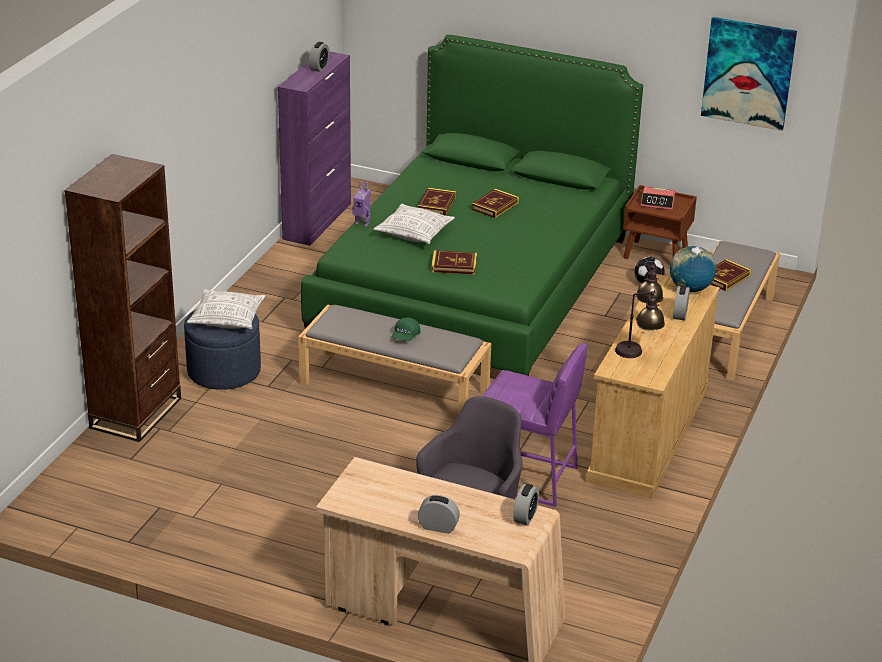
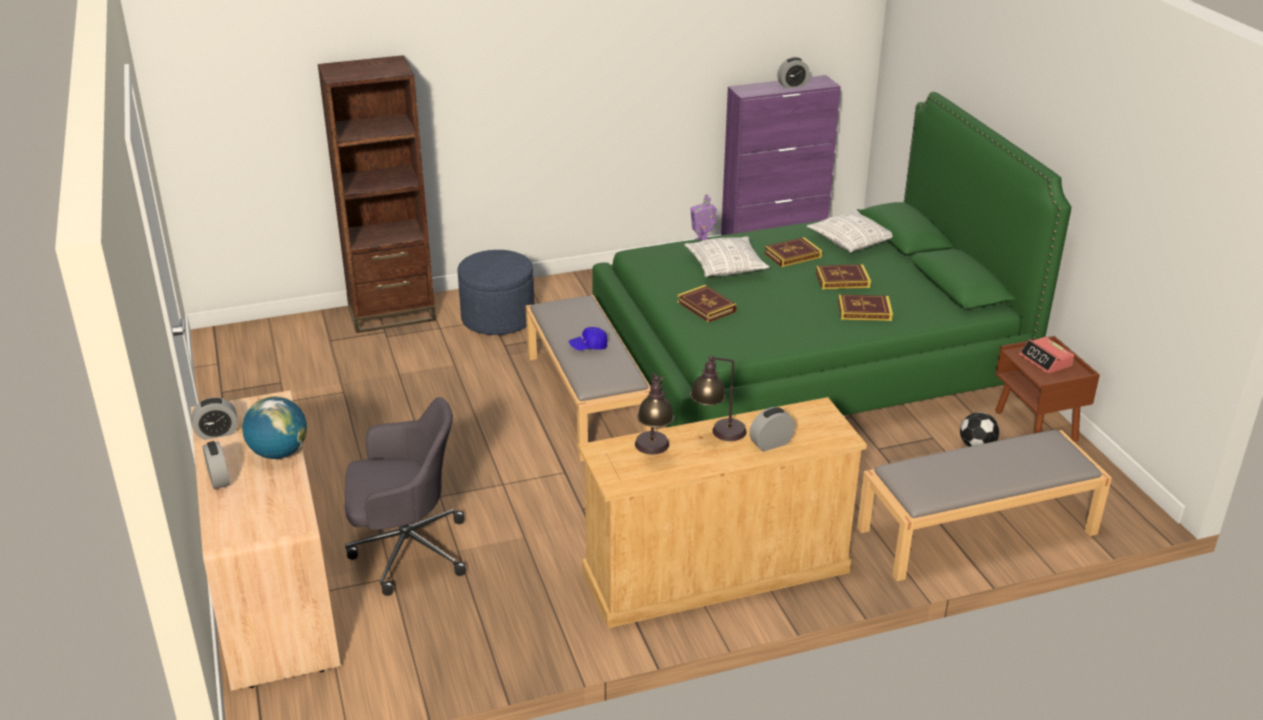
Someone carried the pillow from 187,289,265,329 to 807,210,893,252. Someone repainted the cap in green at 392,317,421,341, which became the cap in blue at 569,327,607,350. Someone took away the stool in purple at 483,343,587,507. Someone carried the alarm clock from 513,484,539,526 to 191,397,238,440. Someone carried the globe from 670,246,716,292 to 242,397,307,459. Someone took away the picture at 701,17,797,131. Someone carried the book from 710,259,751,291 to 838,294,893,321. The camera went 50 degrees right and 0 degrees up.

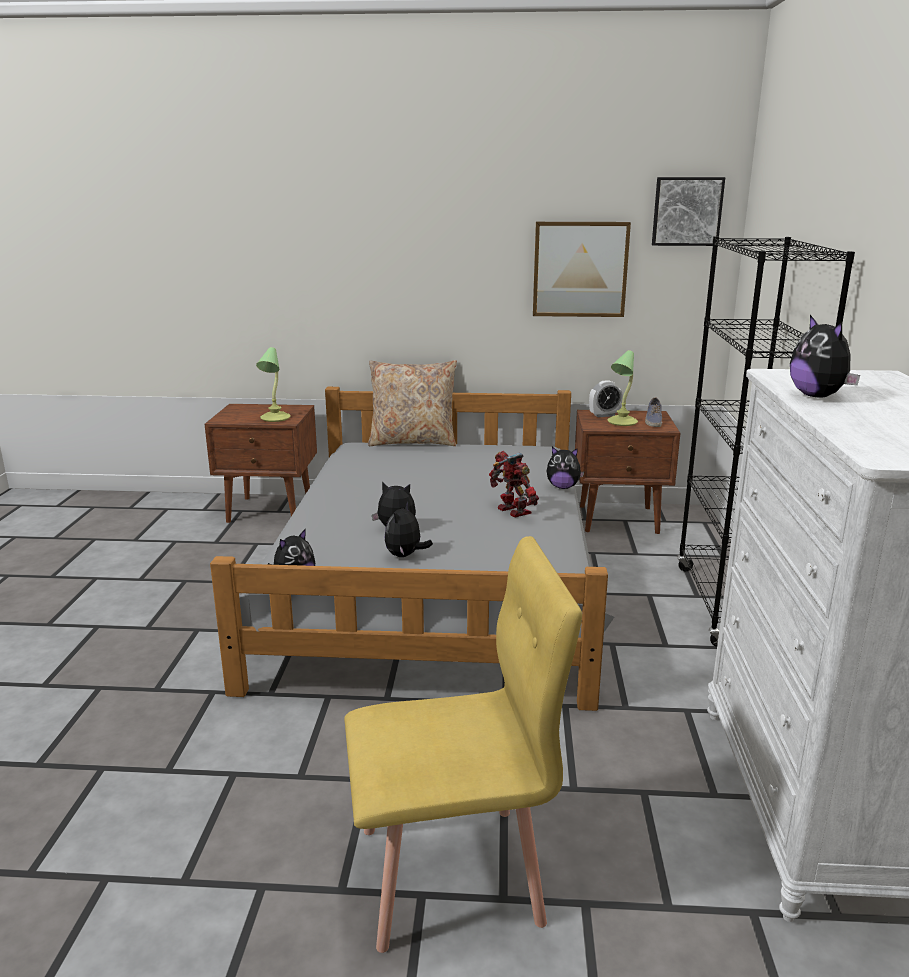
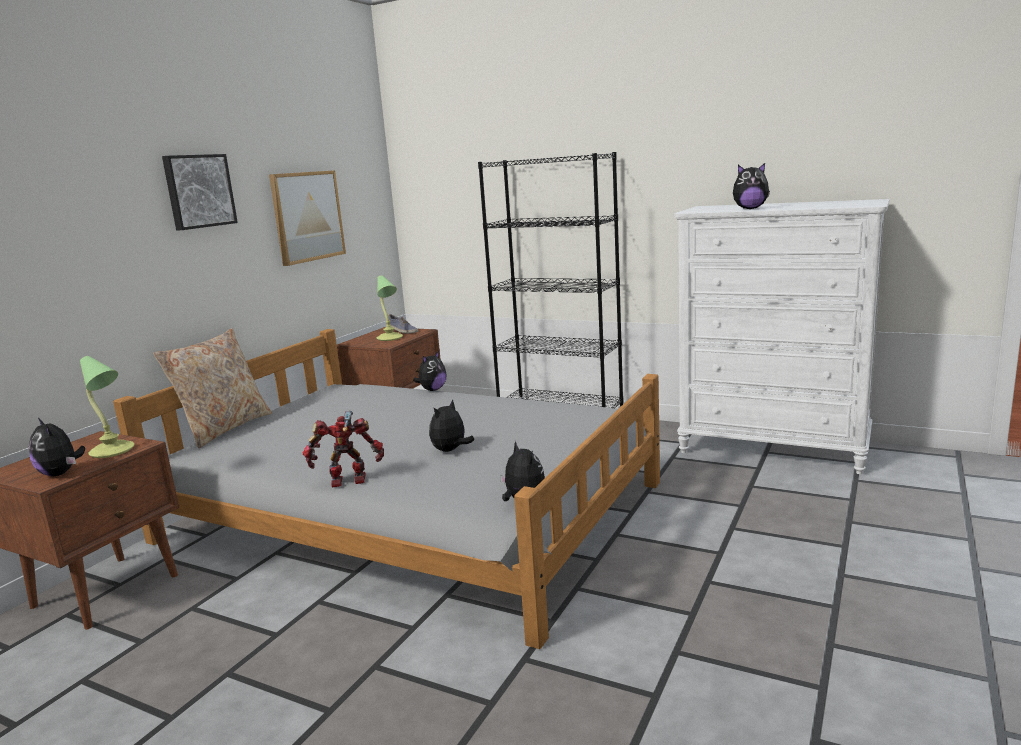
Someone took away the chair in yellow at 344,536,582,953. Someone carried the plush toy from 385,501,433,557 to 29,418,85,476. Someone carried the toy robot from 489,451,539,517 to 303,411,384,488. Someone took away the alarm clock at 589,380,623,417. Someone carried the picture from 652,177,725,246 to 162,154,238,230. The camera went 65 degrees left and 5 degrees down.

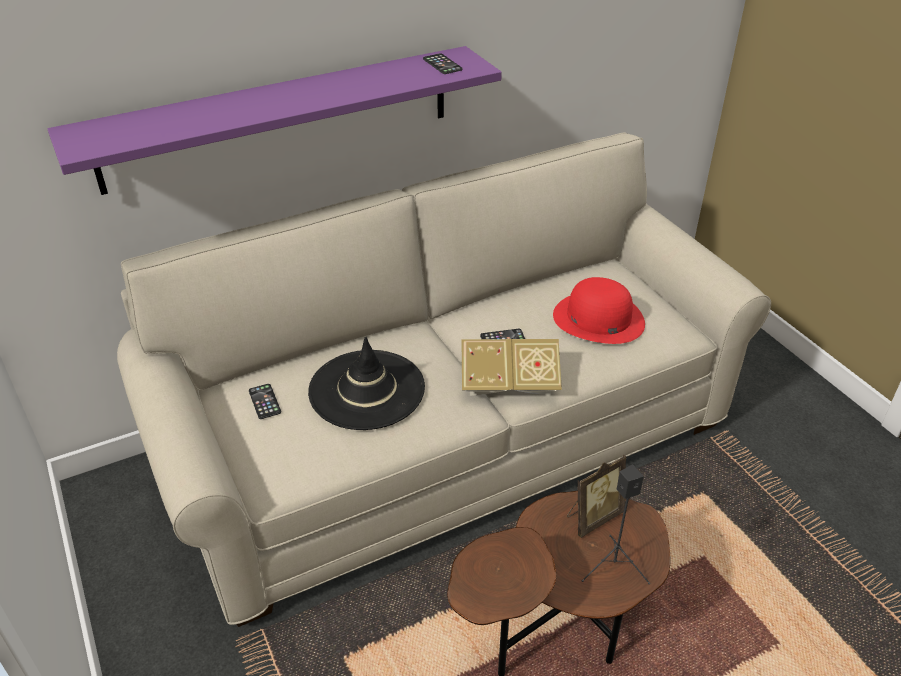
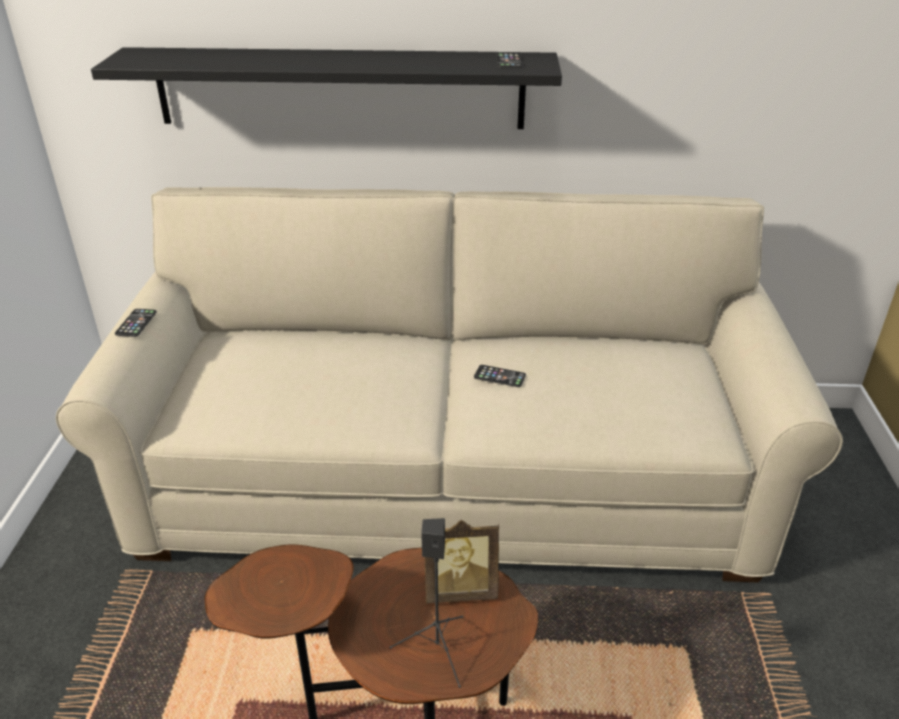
Someone repainted the shelf in purple at 48,46,502,195, which became the shelf in black at 91,47,562,129. Someone carried the phone from 249,384,281,419 to 115,309,157,337. Someone took away the hat in black at 308,337,425,430. Someone took away the book at 461,339,562,396. Someone took away the hat in red at 553,277,645,344. The camera went 30 degrees right and 5 degrees down.

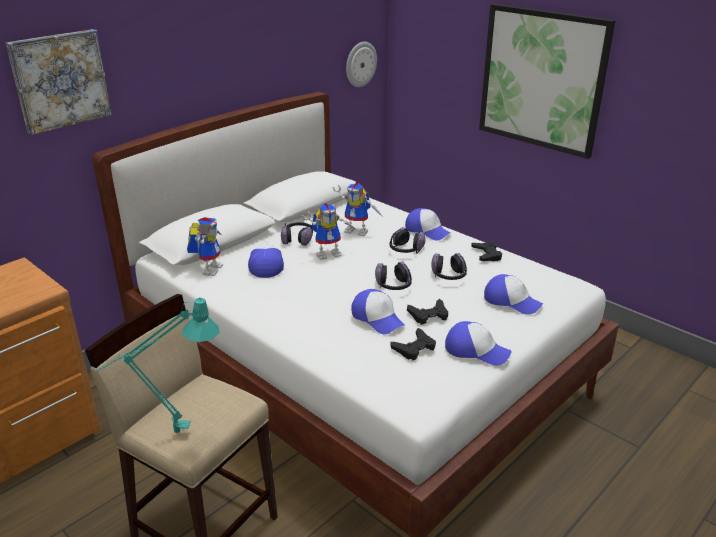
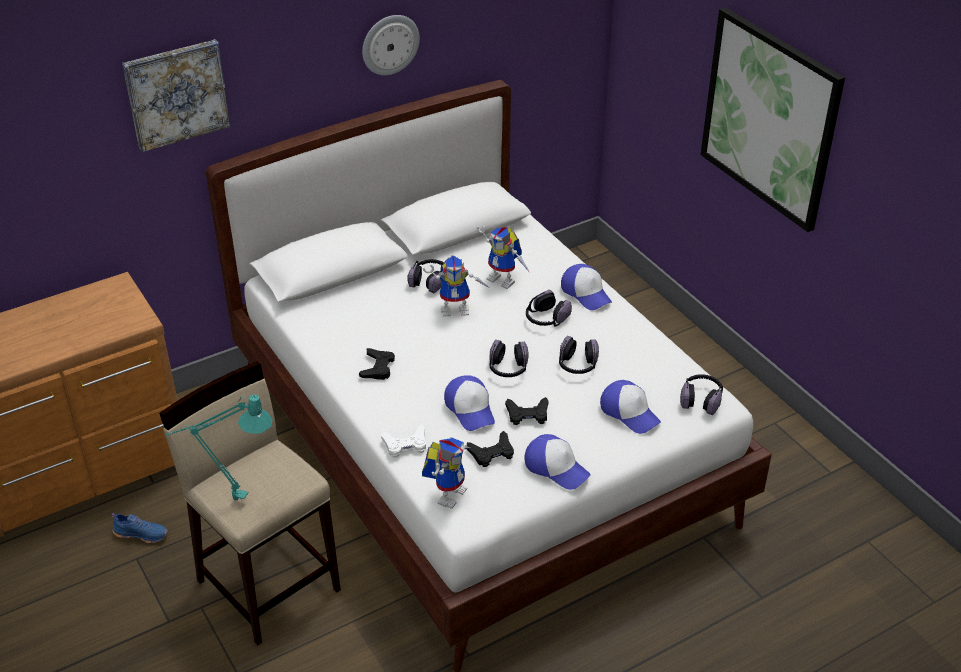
Someone carried the toy robot from 187,217,224,276 to 422,437,470,509. Someone took away the cap at 248,242,284,278. Someone carried the wall clock from 346,42,377,87 to 362,15,420,75. Someone carried the game controller in black from 471,242,502,261 to 359,348,395,380. Someone put down the shoe in blue at 111,513,168,543. Someone put down the game controller in white at 381,425,426,458. Someone put down the headphones at 680,374,723,415. The camera went 15 degrees right and 10 degrees up.

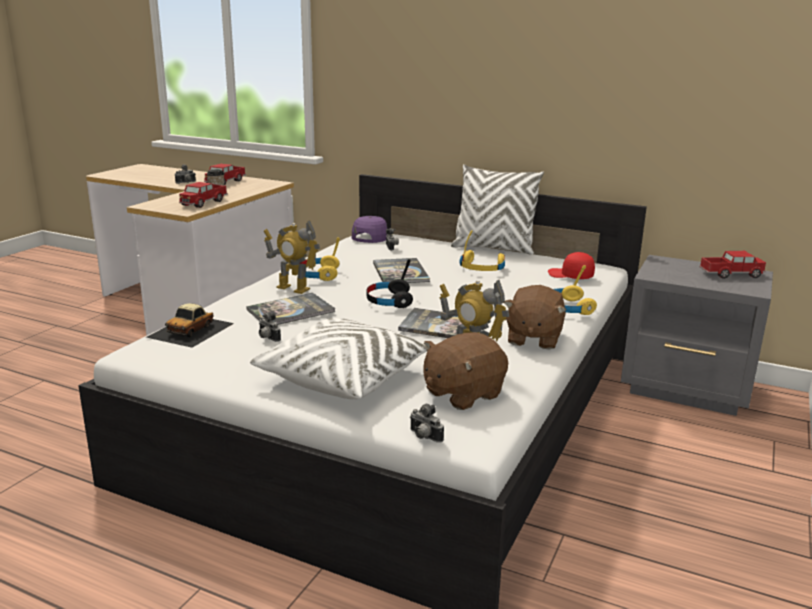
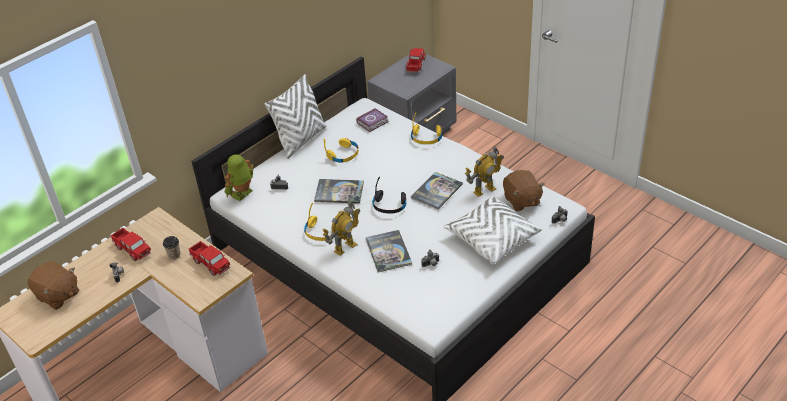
Someone took away the toy car at 146,303,234,348. Someone swapped the cap in purple at 352,216,393,243 for the toy robot at 224,154,254,201. Someone carried the plush toy in brown from 504,285,566,350 to 28,261,79,310. Someone swapped the cap in red at 548,252,595,279 for the book at 356,108,389,132. The camera went 70 degrees left and 20 degrees up.

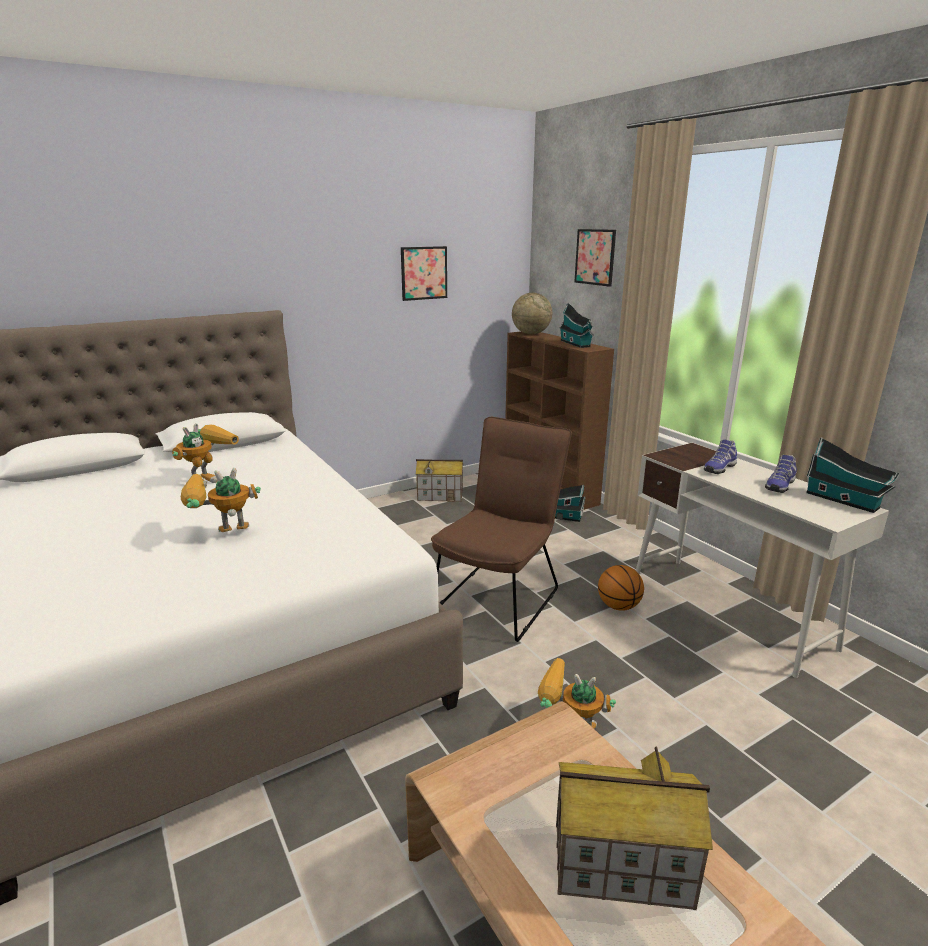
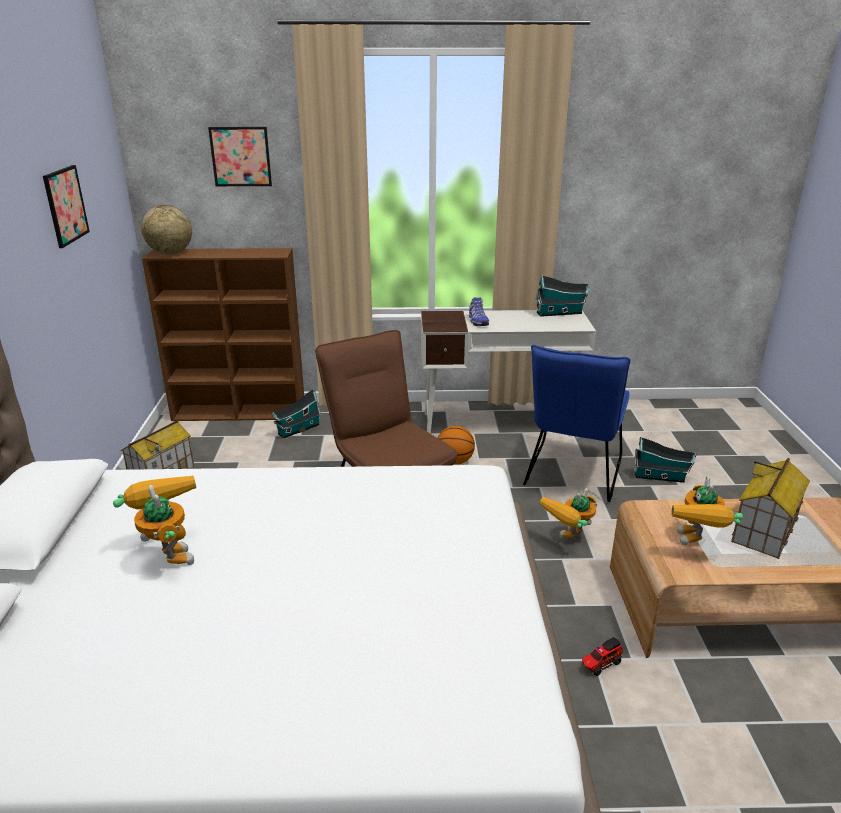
Someone carried the toy robot from 181,468,261,532 to 672,476,743,545. Someone carried the toy house from 560,303,593,348 to 634,437,697,483. Someone took away the shoe at 765,455,797,493. Someone put down the chair in blue at 523,345,630,502. Someone put down the toy truck at 582,637,623,676. The camera went 60 degrees left and 5 degrees up.

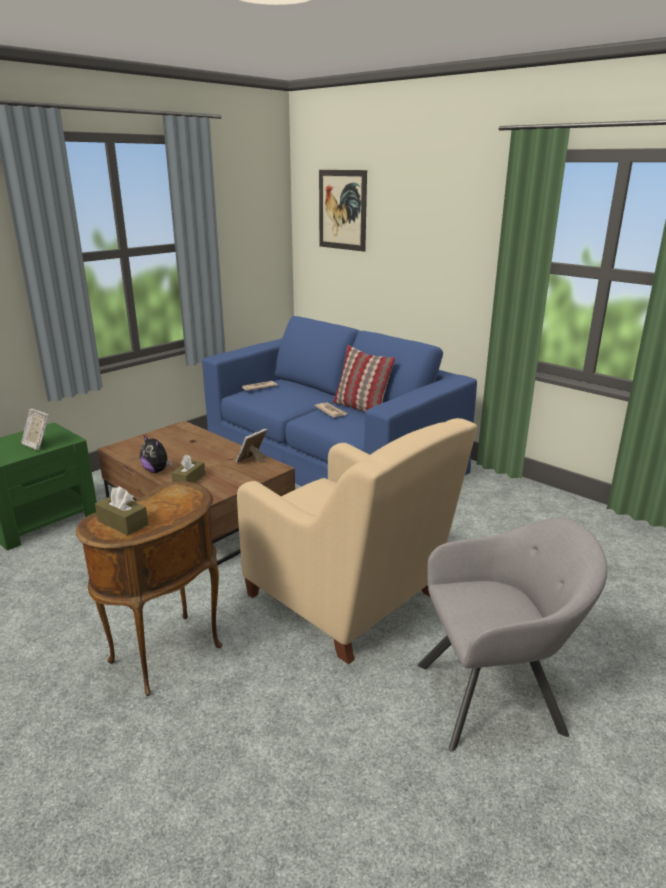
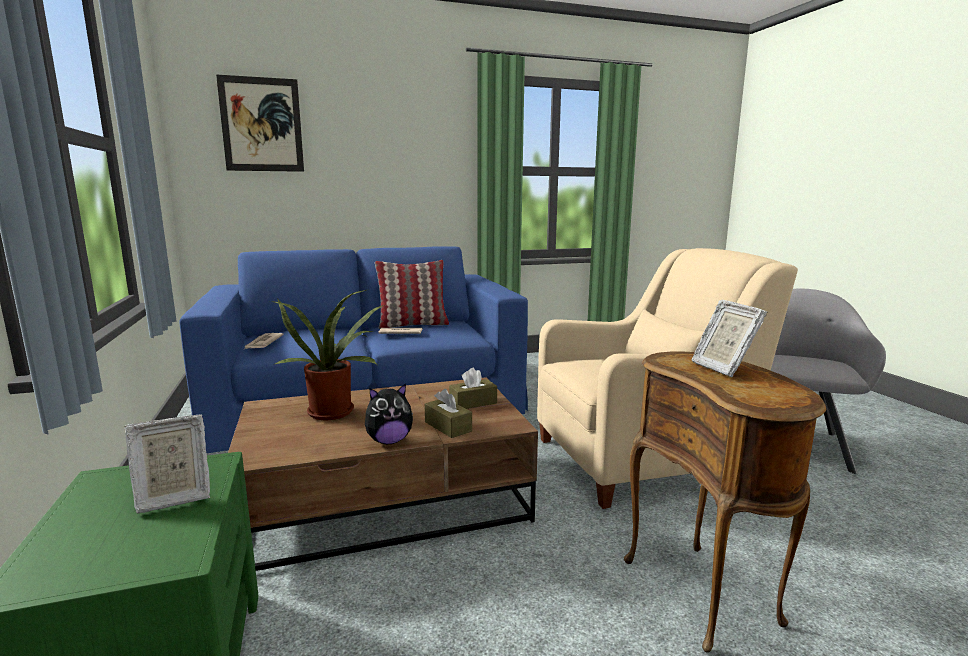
Someone carried the tissue box in brown from 95,486,148,535 to 449,368,497,409. Someone carried the picture frame from 235,429,268,463 to 691,300,767,377. Someone put down the potted plant at 270,290,384,420. The camera went 60 degrees left and 10 degrees down.

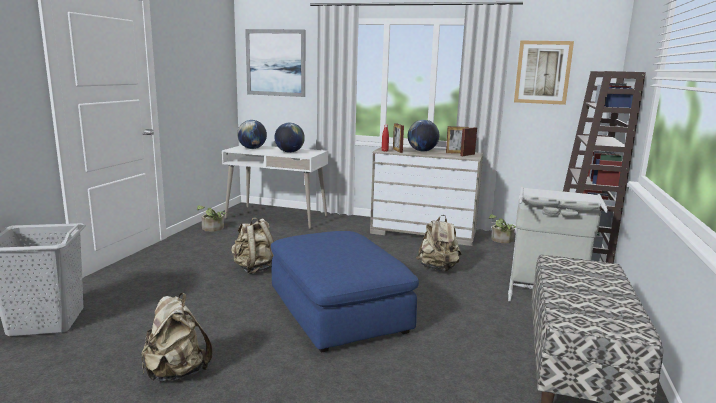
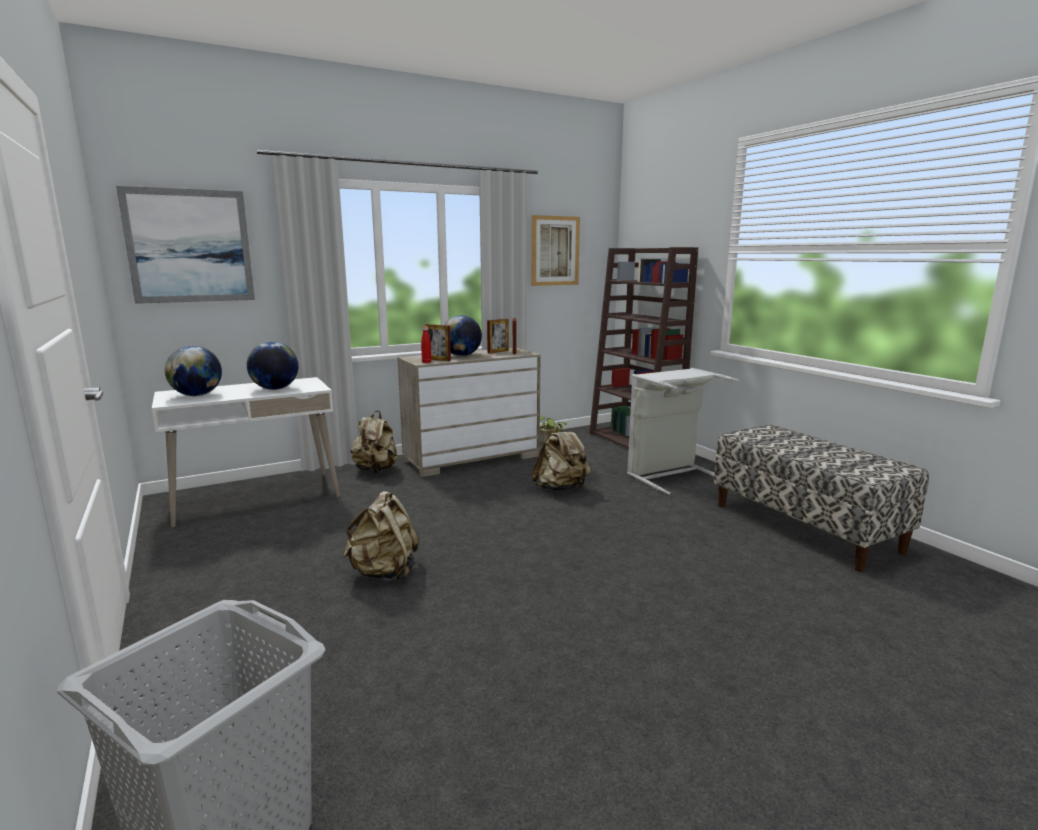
Someone carried the backpack in beige from 141,293,213,381 to 351,411,398,473. Someone took away the potted plant at 197,205,226,232. Someone took away the ottoman in blue at 271,231,419,353. The camera went 45 degrees left and 0 degrees up.

